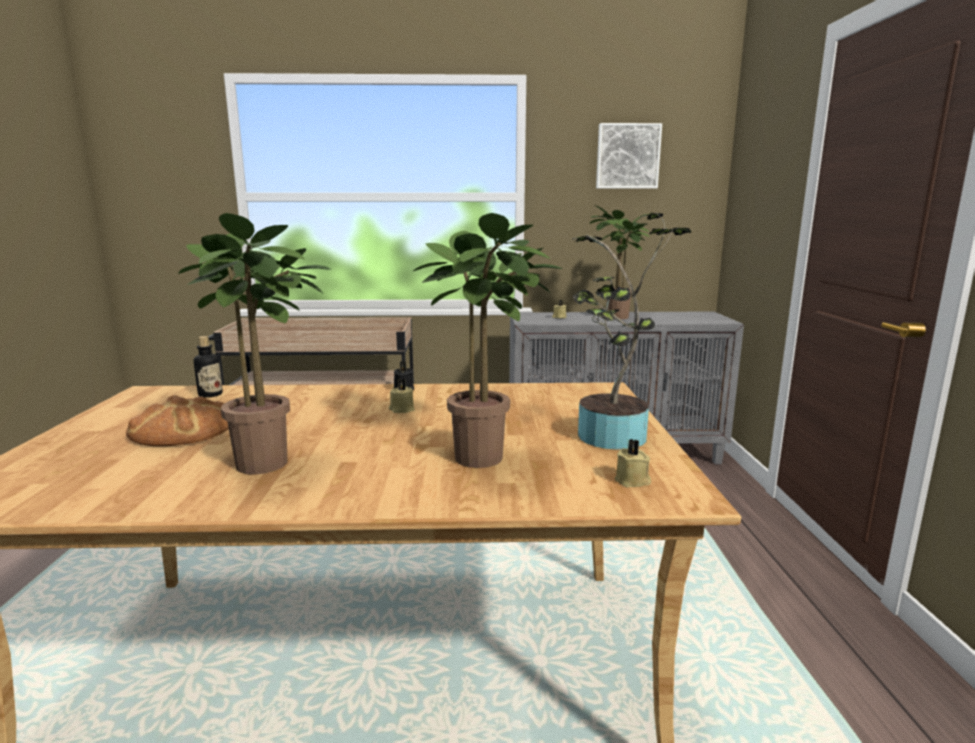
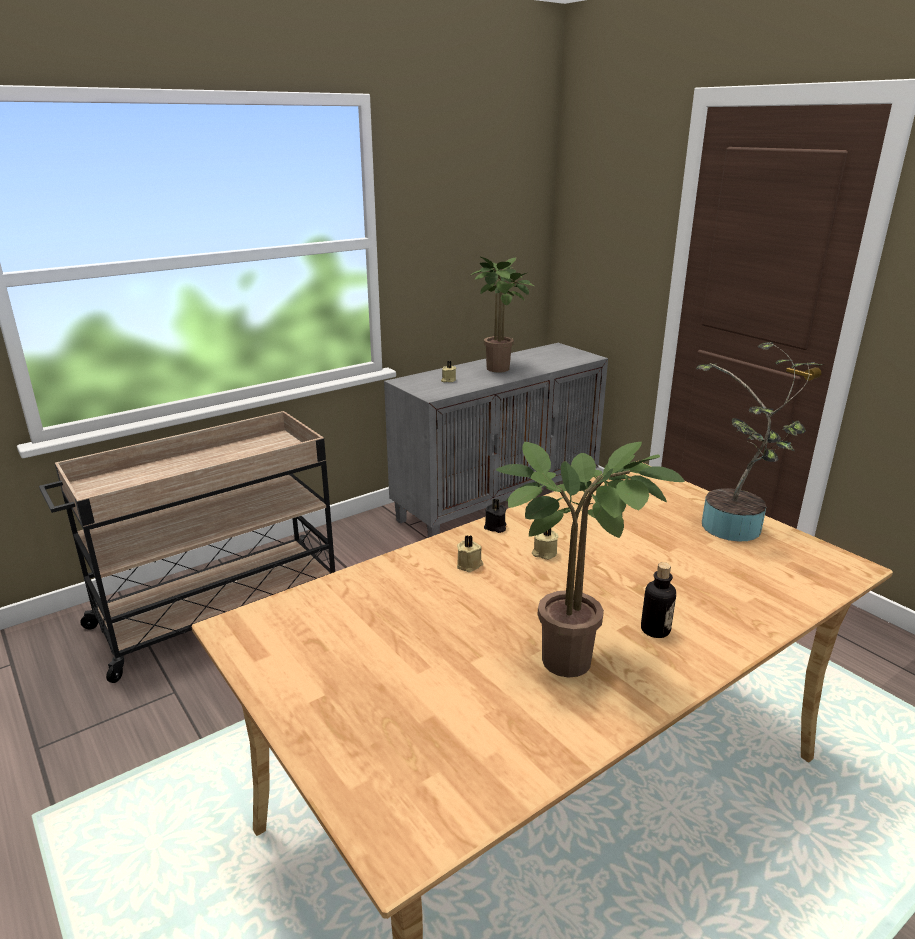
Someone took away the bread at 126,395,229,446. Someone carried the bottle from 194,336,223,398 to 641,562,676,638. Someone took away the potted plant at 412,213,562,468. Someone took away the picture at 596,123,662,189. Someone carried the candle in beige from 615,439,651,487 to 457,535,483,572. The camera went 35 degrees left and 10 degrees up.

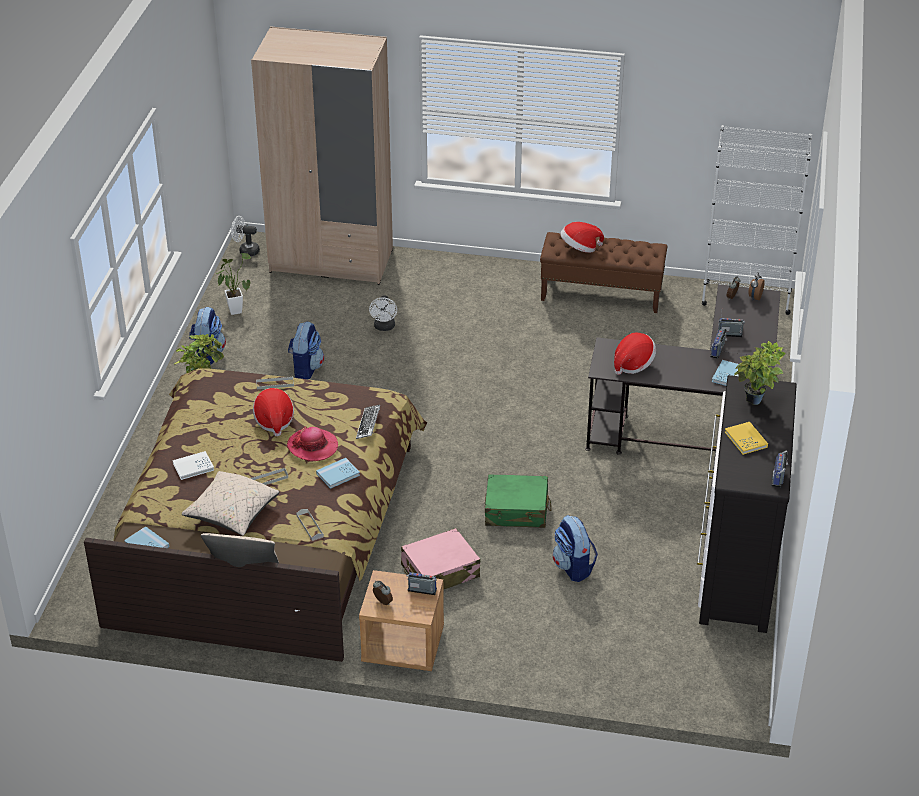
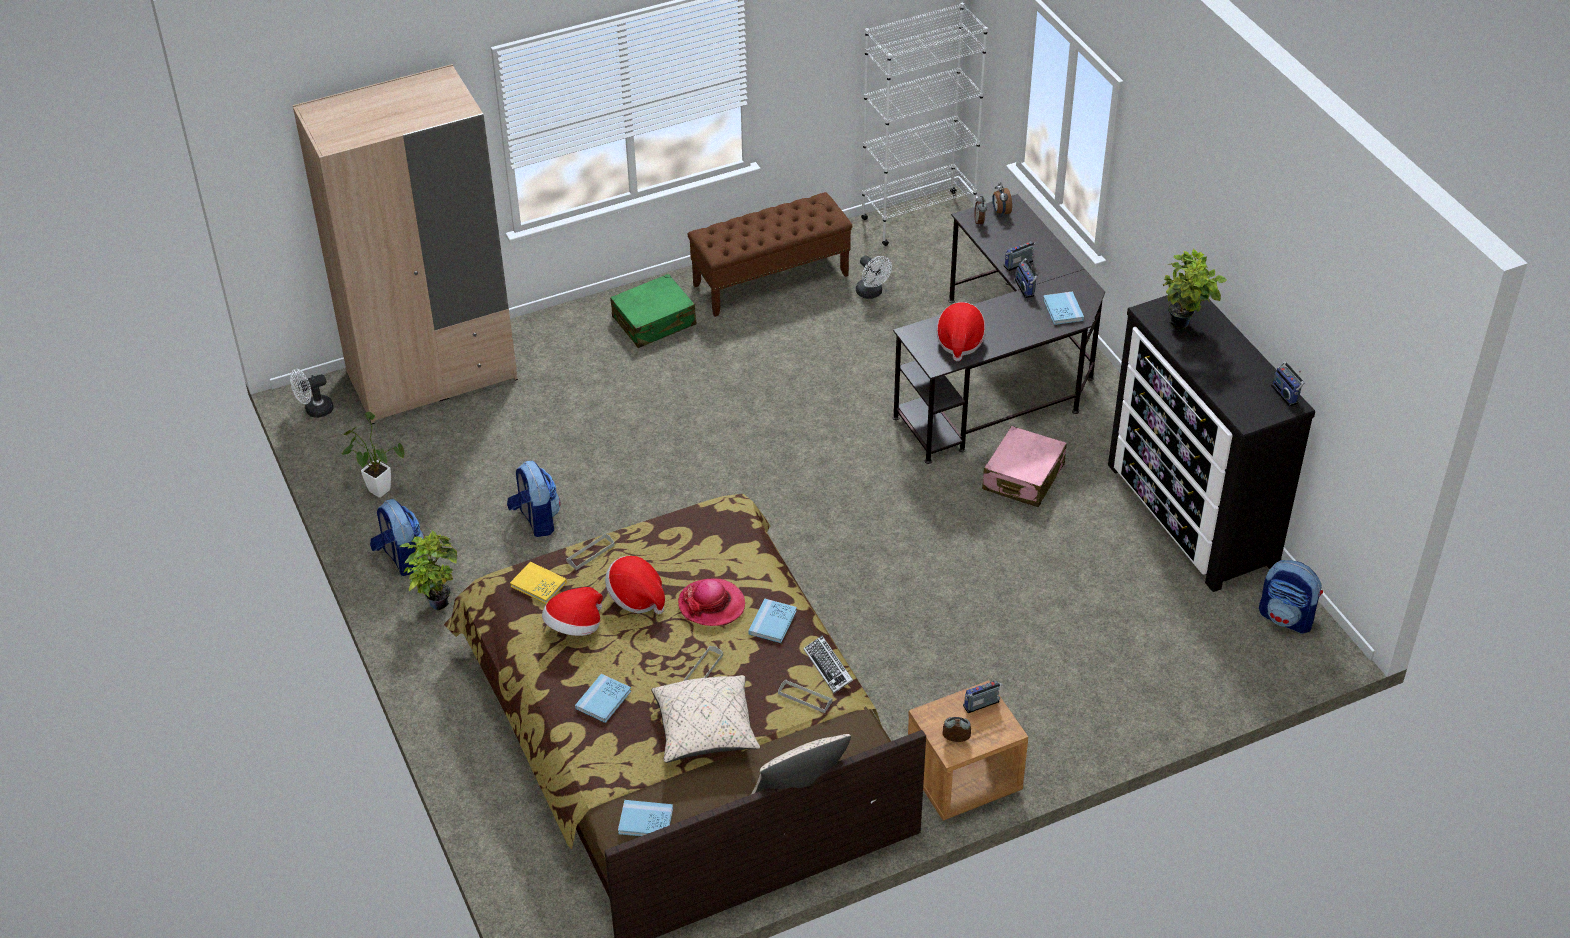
Someone repainted the book in white at 173,451,214,480, which became the book in blue at 575,674,631,723. Someone carried the keyboard from 356,405,380,439 to 804,636,853,693. Someone carried the fan in white from 369,295,397,331 to 856,255,892,299. Someone carried the suitcase in pink from 401,528,480,590 to 982,426,1067,507. Someone carried the suitcase in green from 485,474,551,528 to 610,274,696,348. Someone carried the backpack from 553,515,598,582 to 1259,560,1323,634. Someone carried the hat from 560,222,604,253 to 542,587,603,636. Someone carried the book in yellow from 725,422,768,455 to 510,562,567,604. The camera went 35 degrees left and 5 degrees up.

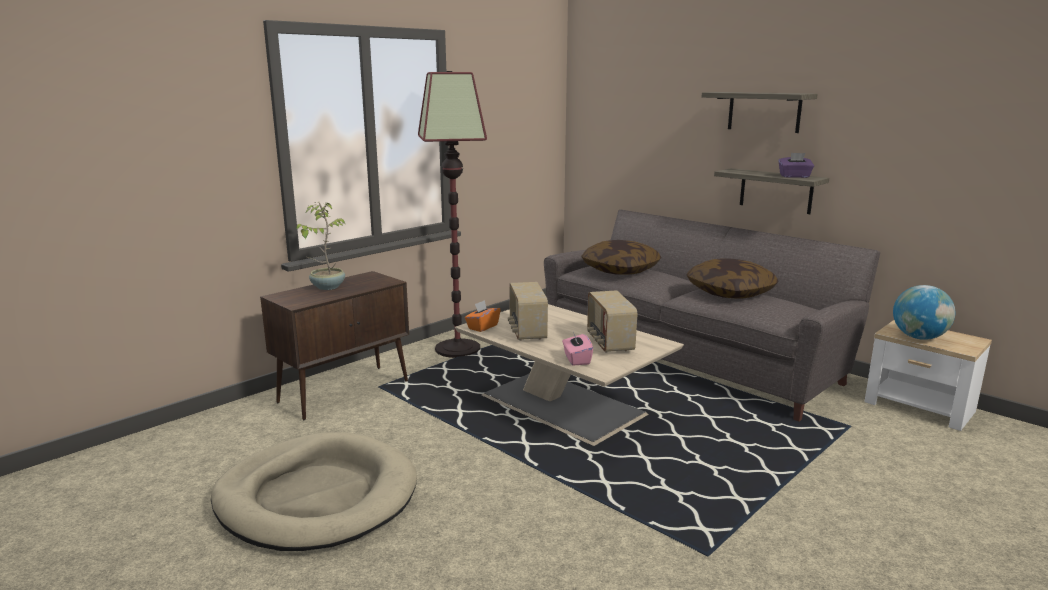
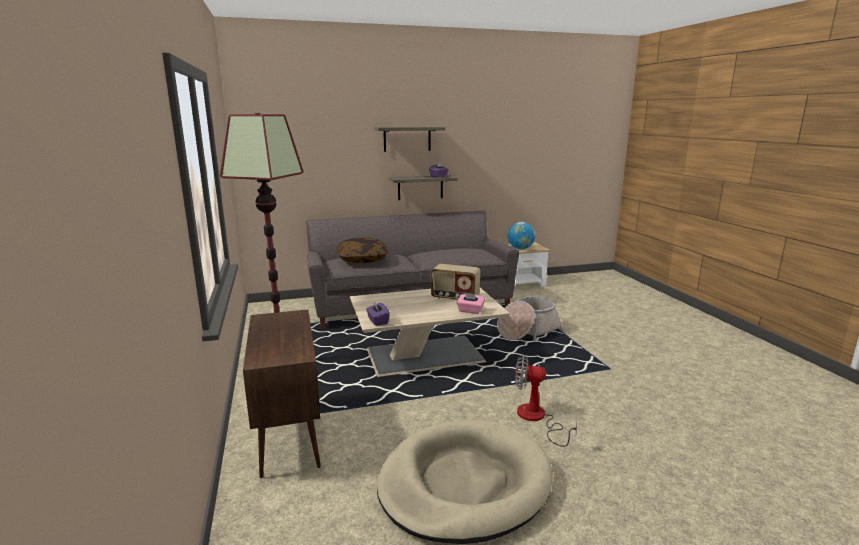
Someone took away the potted plant at 296,202,345,290. Someone repainted the tissue box in orange at 465,300,500,332, which became the tissue box in purple at 366,302,390,326. Someone took away the radio at 508,282,548,341. Someone took away the pillow at 686,258,779,299. Someone put down the basket at 497,297,564,341. Someone put down the fan at 515,355,577,447. The camera went 60 degrees left and 0 degrees up.

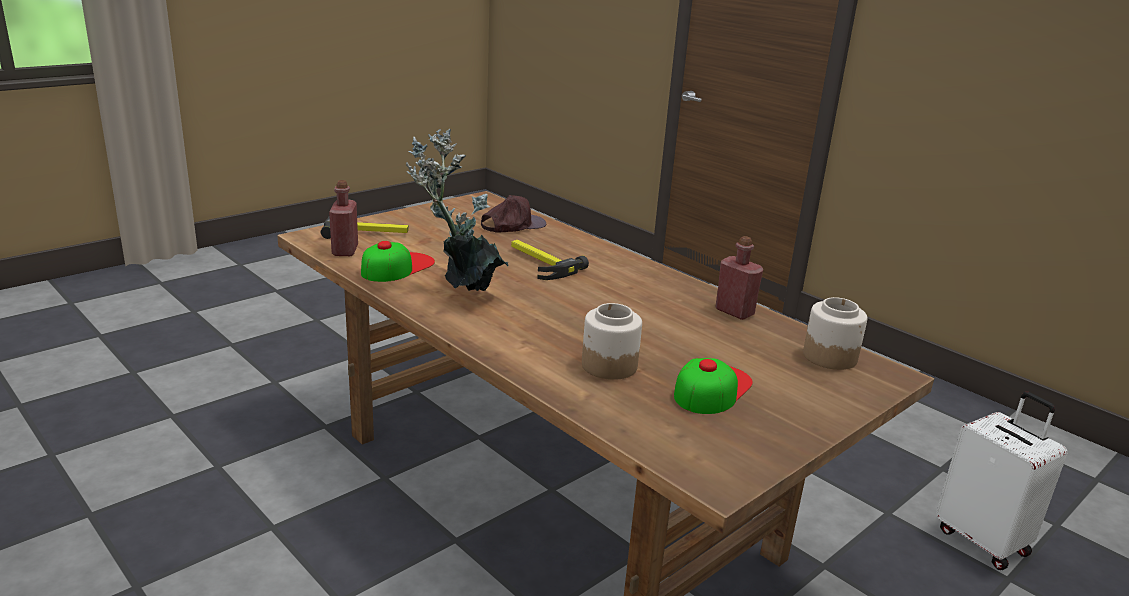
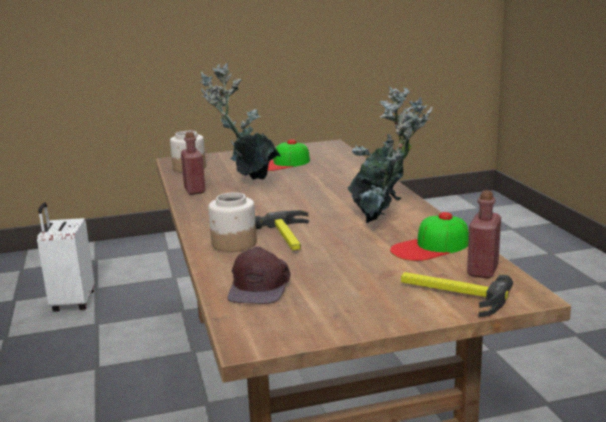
Someone rotated the cap in brown at 481,195,546,233 by 75 degrees counterclockwise. Someone carried the jar from 582,303,642,380 to 208,192,257,252. Someone put down the potted plant at 201,63,281,180. The camera went 150 degrees left and 5 degrees down.

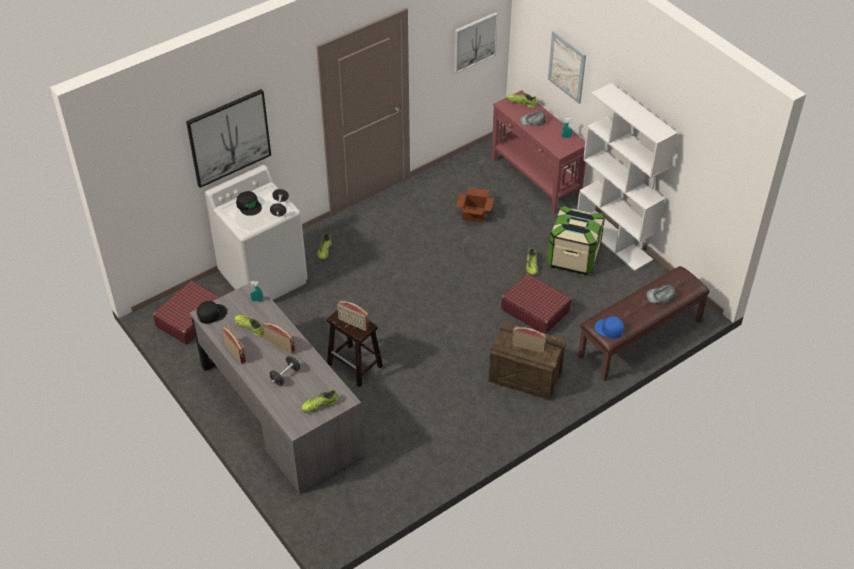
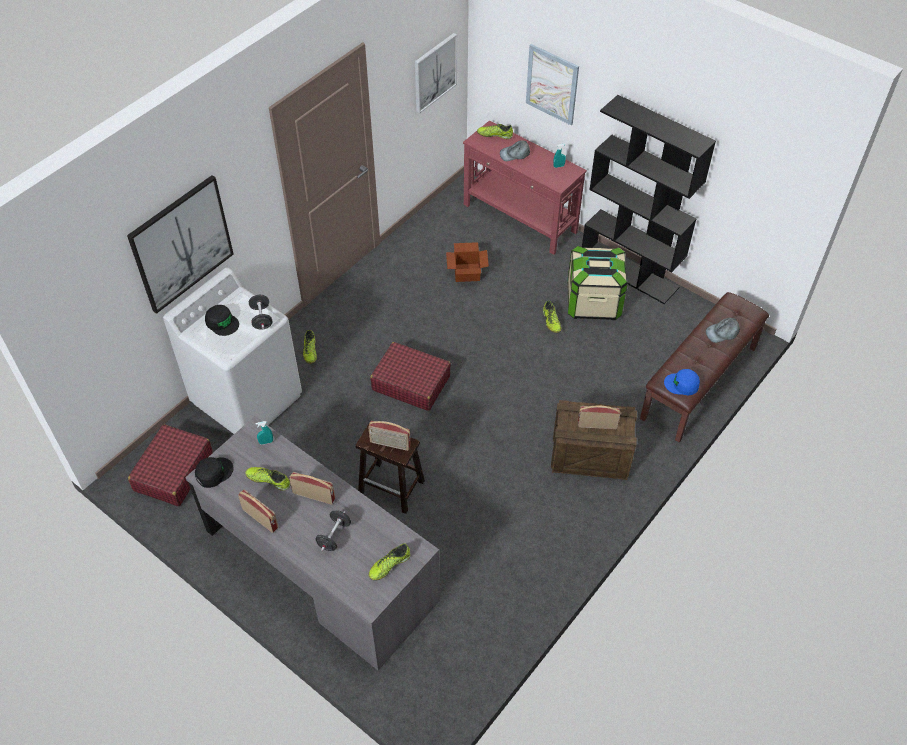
Someone carried the suitcase in red from 501,273,572,334 to 370,342,451,411. Someone repainted the bookcase in white at 577,83,677,271, which became the bookcase in black at 582,95,716,304. The camera went 15 degrees left and 5 degrees up.

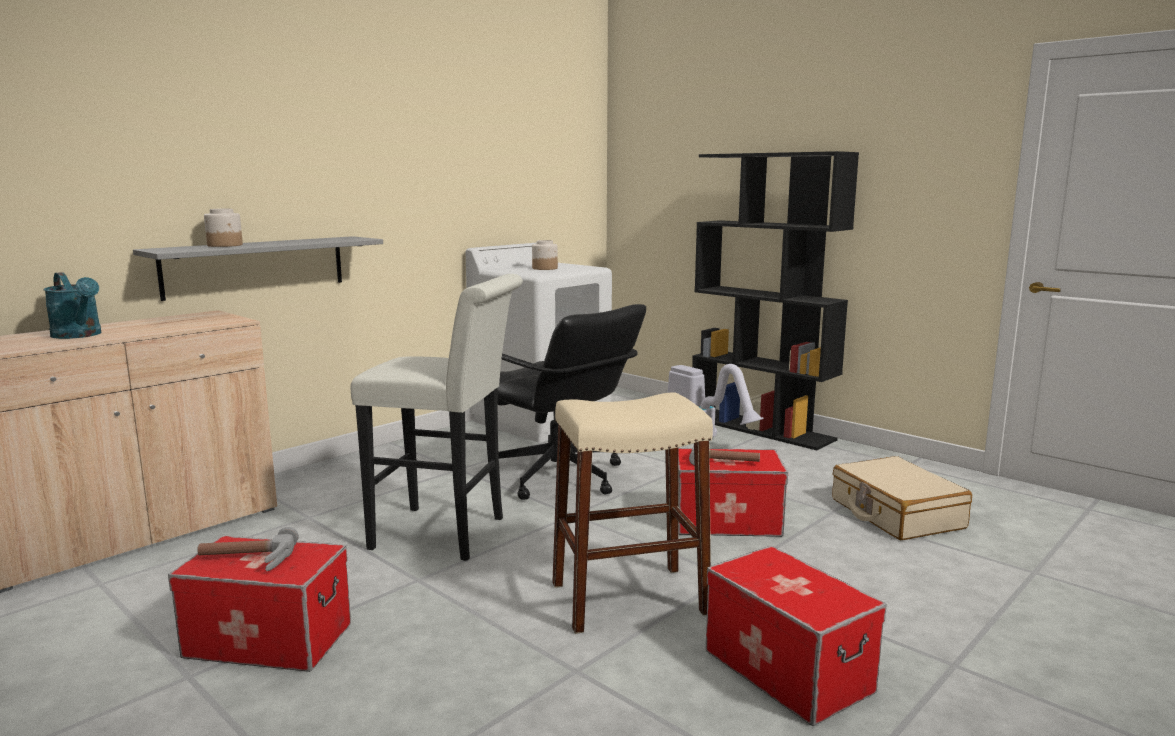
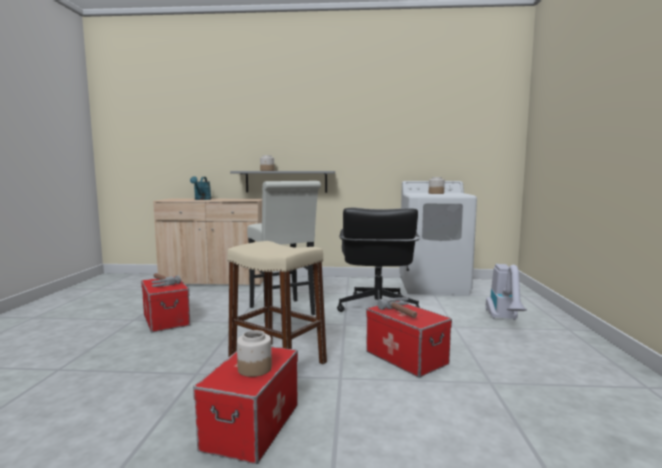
Someone took away the bookcase in black at 692,151,859,450. Someone took away the suitcase in beige at 832,456,972,540. Someone put down the jar at 237,330,272,377. The camera went 50 degrees right and 5 degrees down.

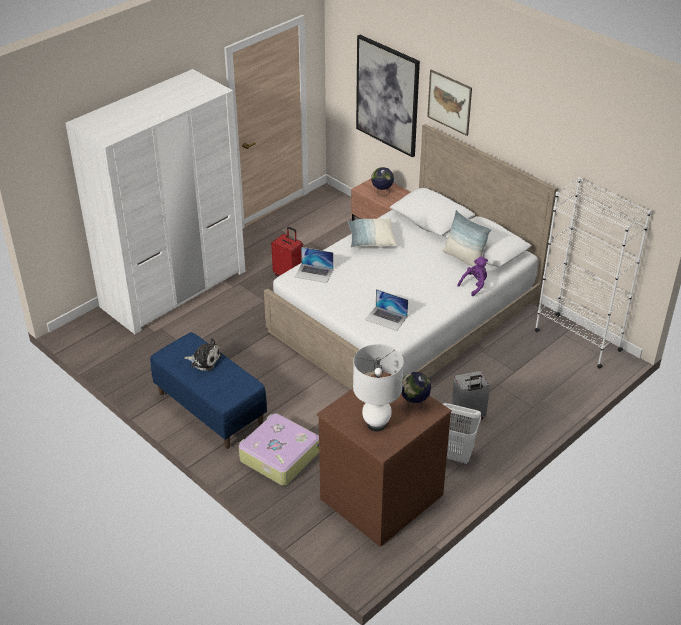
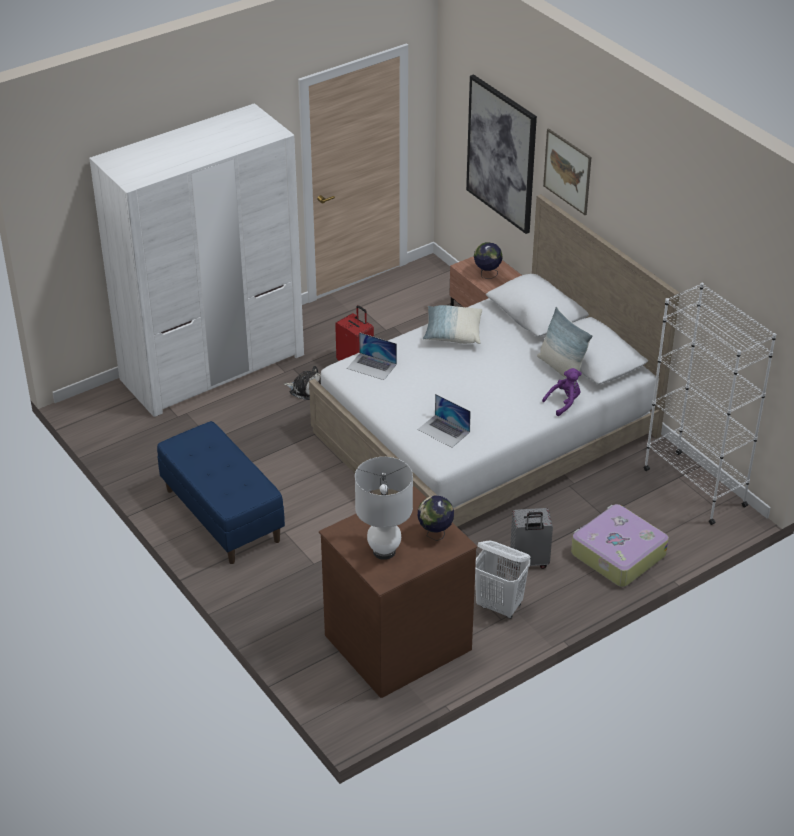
Someone carried the plush toy from 184,338,221,371 to 284,366,321,400. Someone carried the suitcase from 239,413,319,485 to 571,504,669,587. The camera went 10 degrees right and 0 degrees up.

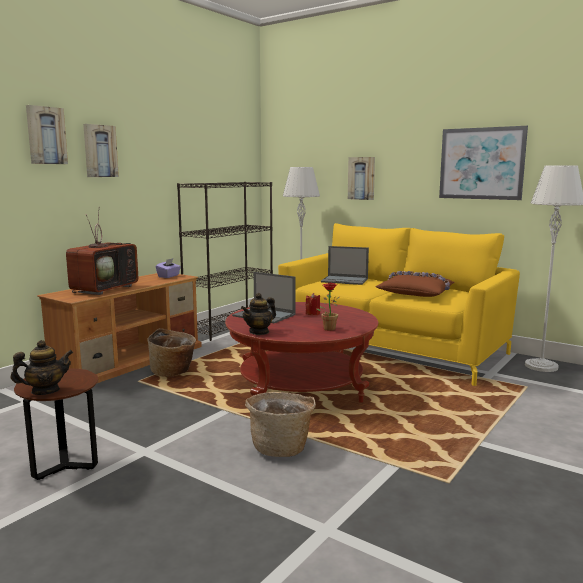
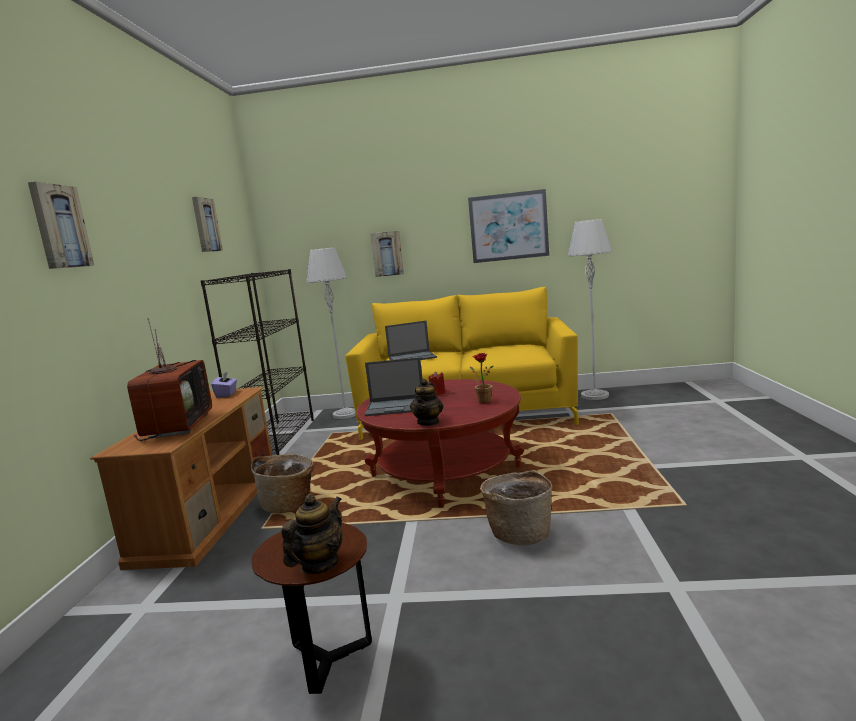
Someone carried the picture from 83,124,119,177 to 192,197,223,252. Someone took away the pillow in brown at 376,271,455,297. The camera went 30 degrees left and 0 degrees up.

